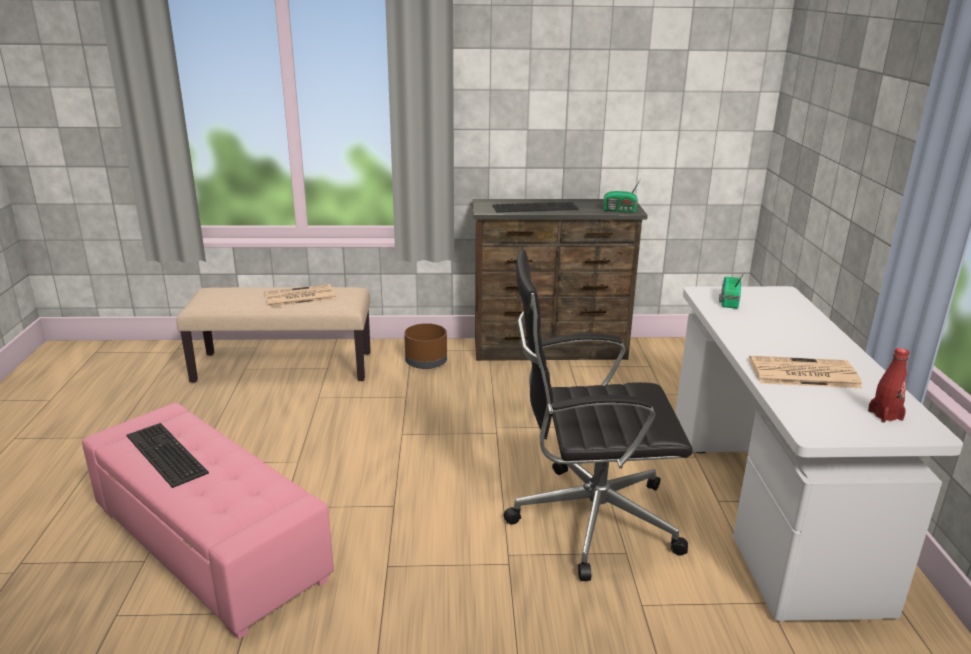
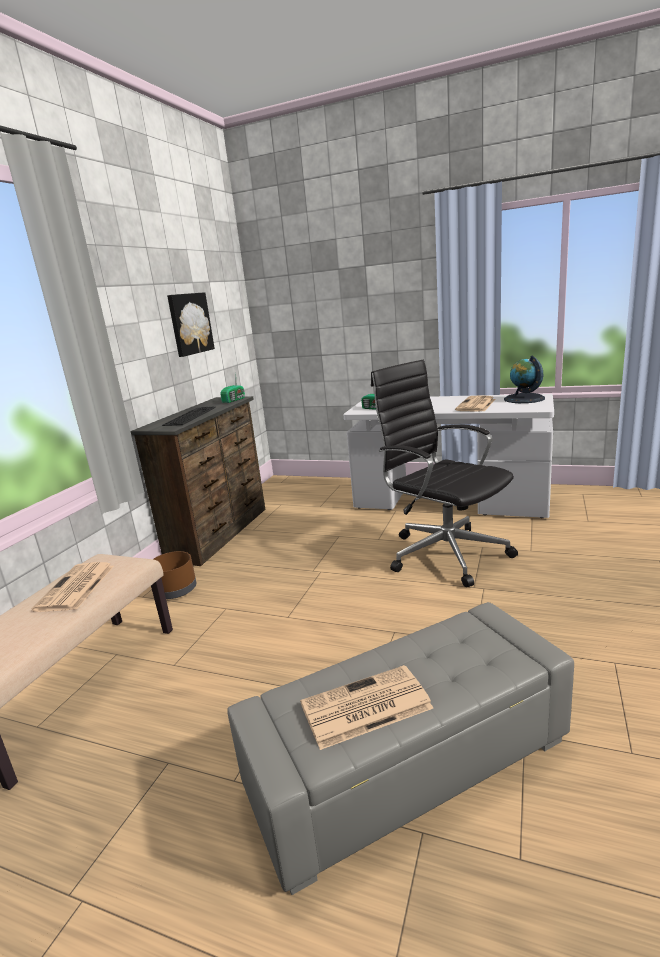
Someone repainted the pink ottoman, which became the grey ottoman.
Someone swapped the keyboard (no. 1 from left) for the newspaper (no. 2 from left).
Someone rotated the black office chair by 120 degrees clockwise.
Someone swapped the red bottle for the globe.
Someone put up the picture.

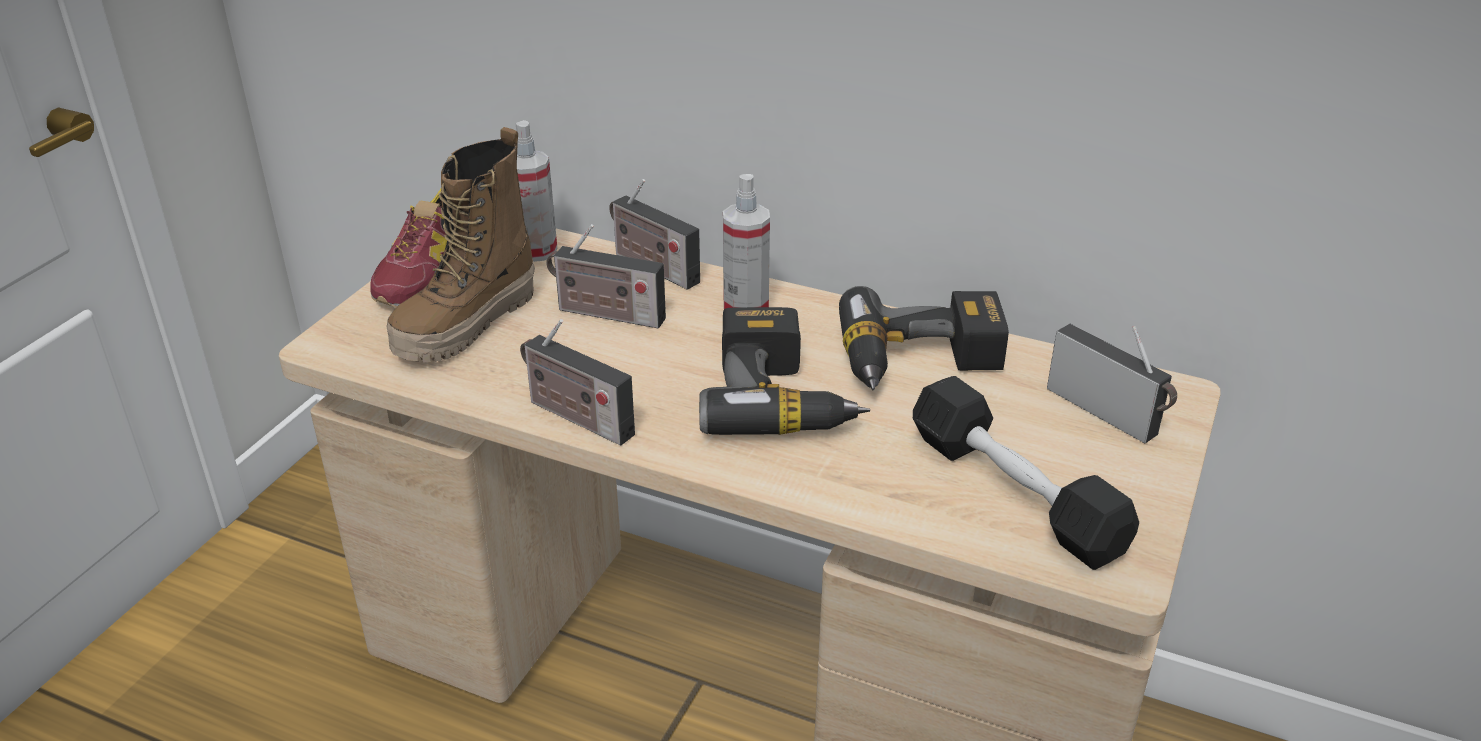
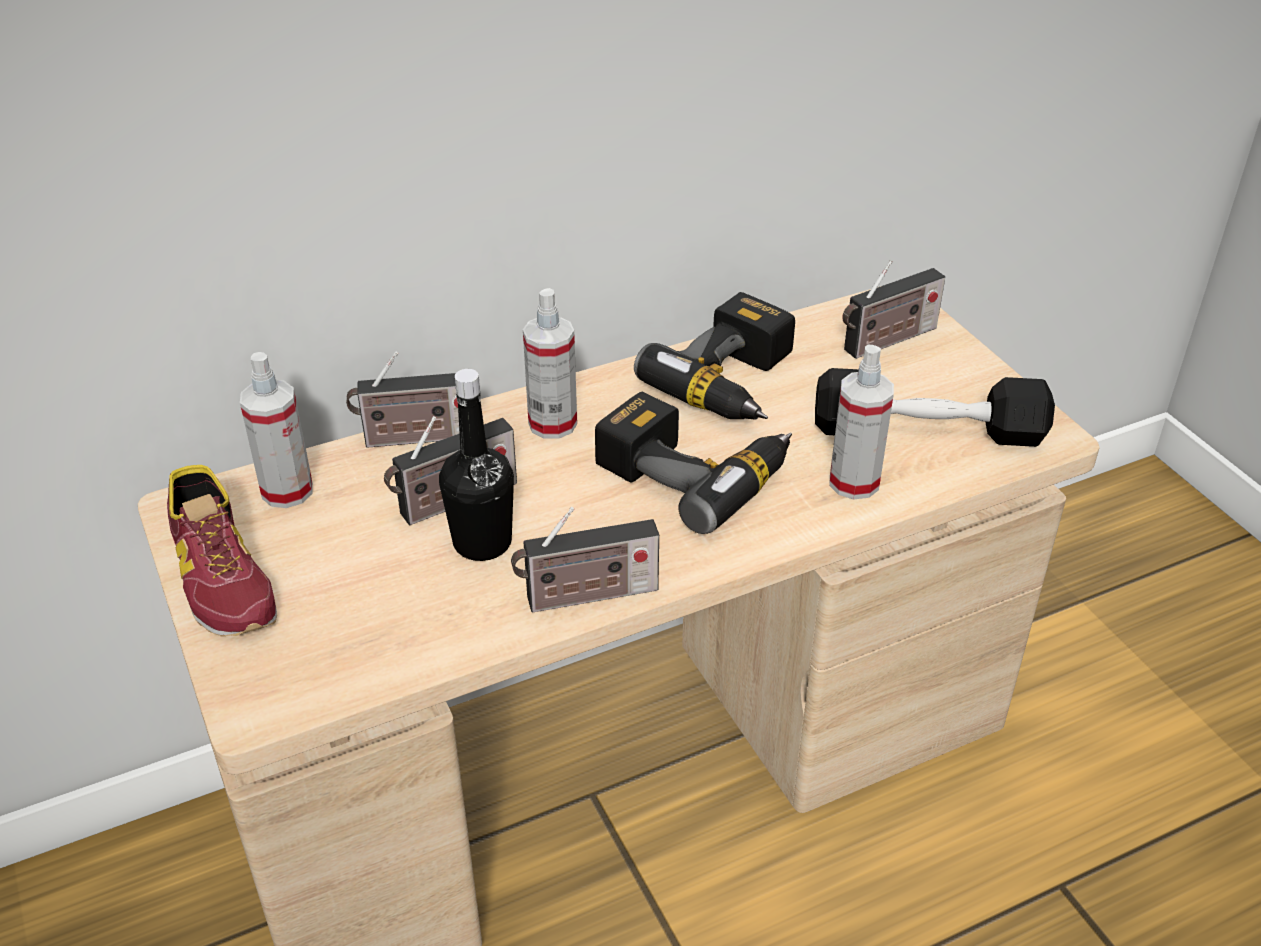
Someone took away the boot.
Someone rotated the radio (no. 4 from left) by 150 degrees clockwise.
Someone put down the black bottle.
Someone put down the spray bottle (no. 3 from left).

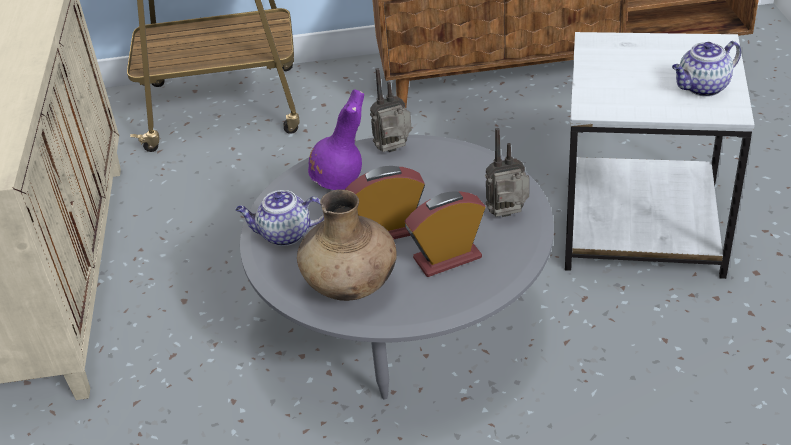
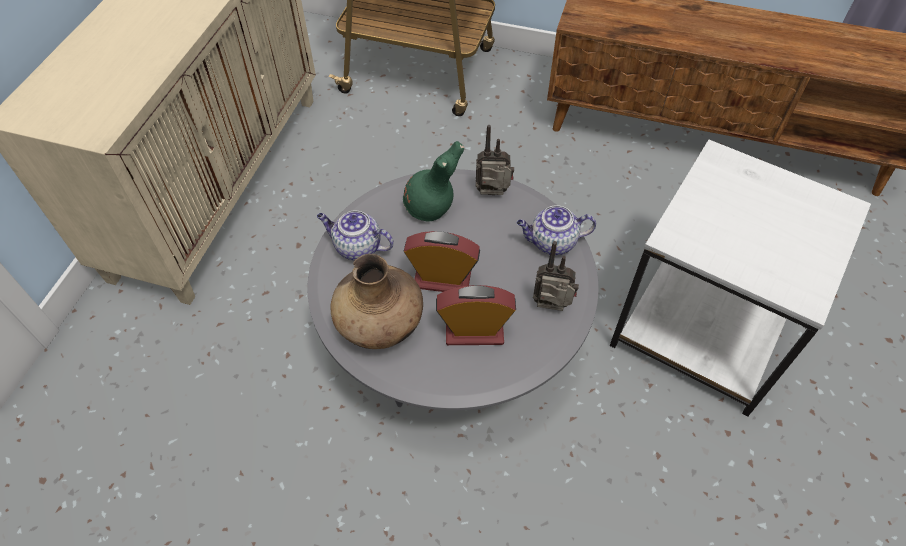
Someone repainted the purple vase, which became the green vase.
Someone carried the teapot (no. 2 from left).

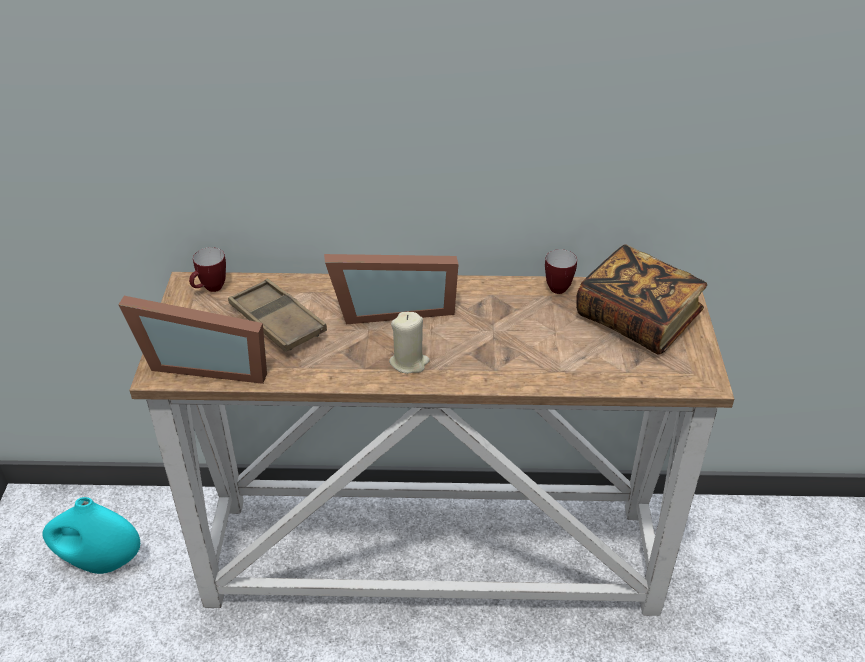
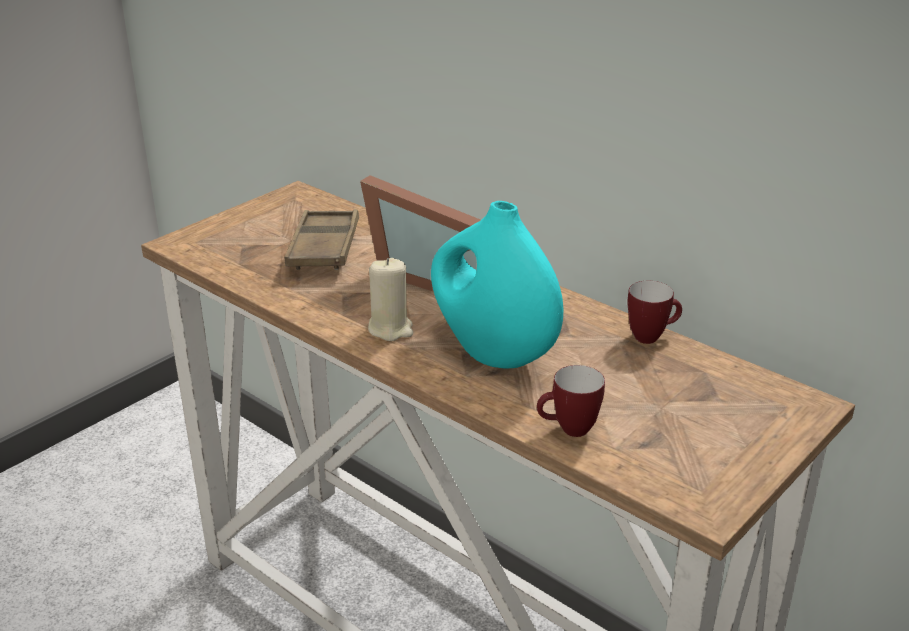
Someone carried the turquoise vase.
Someone took away the picture frame (no. 1 from left).
Someone carried the mug (no. 1 from left).
Someone took away the book.

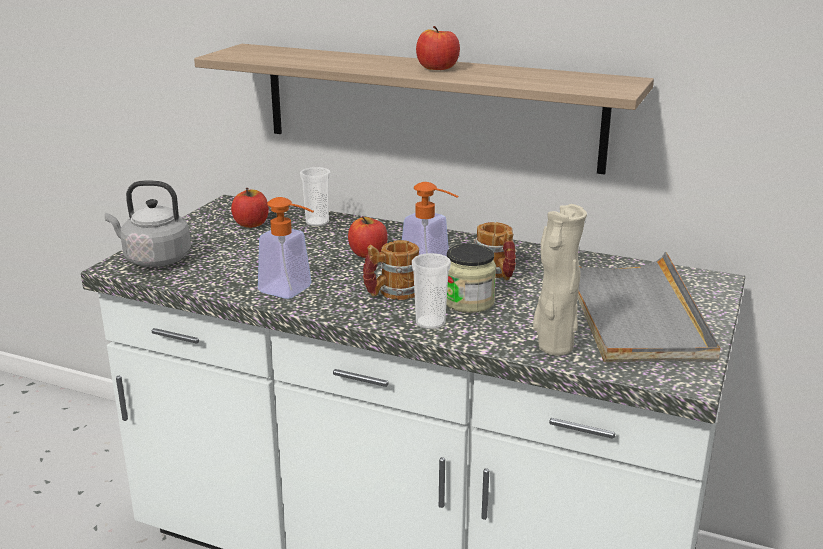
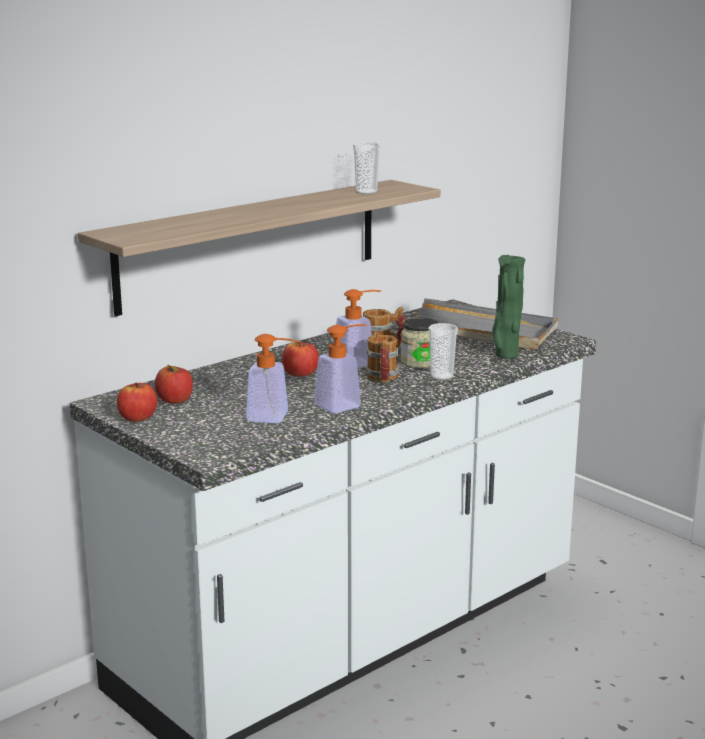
Someone took away the grey kettle.
Someone carried the cup (no. 1 from left).
Someone carried the apple (no. 3 from left in the first image).
Someone repainted the beige vase, which became the green vase.
Someone put down the soap dispenser (no. 1 from left).

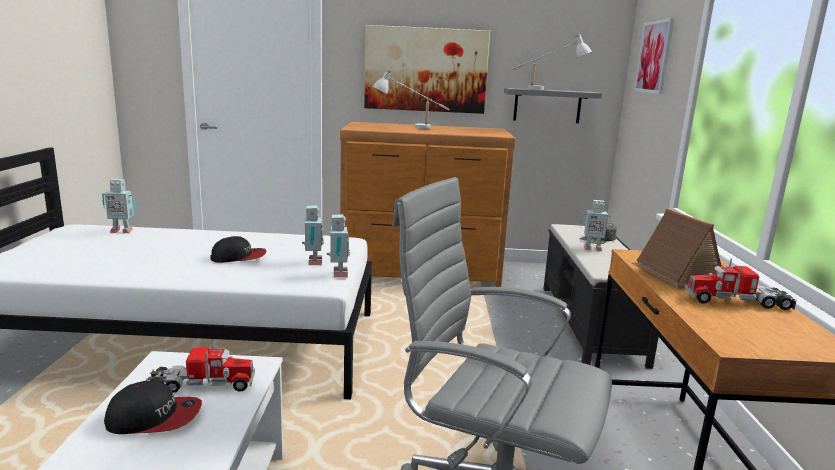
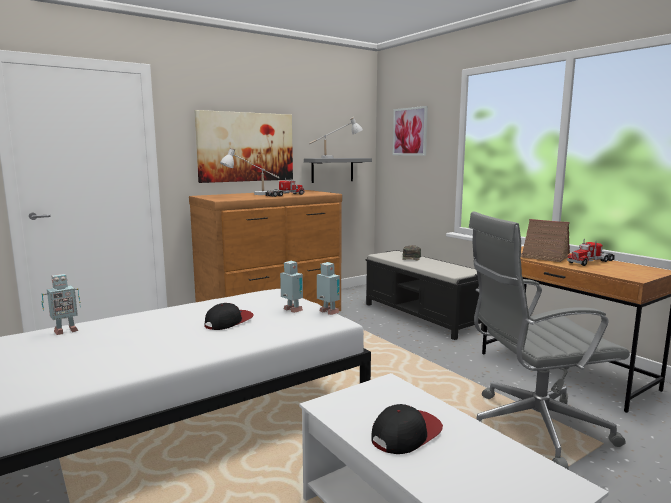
Someone carried the toy truck (no. 1 from left).
Someone took away the toy robot (no. 4 from left).

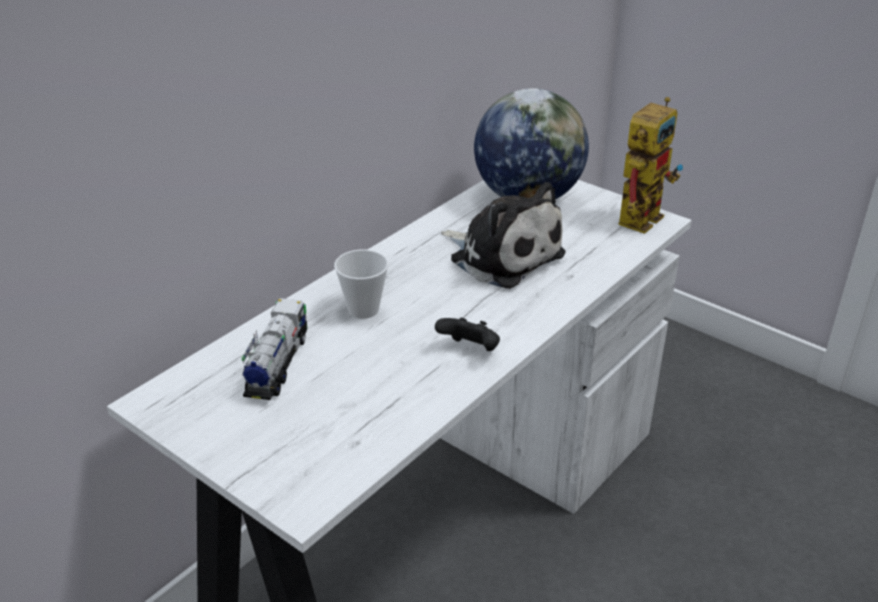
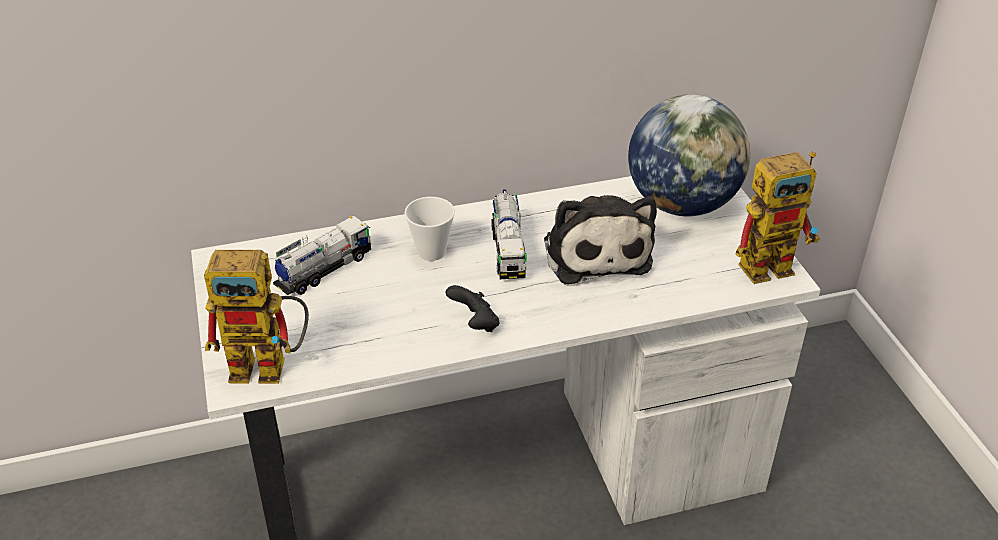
Someone put down the toy robot (no. 1 from left).
Someone put down the toy truck (no. 2 from left).

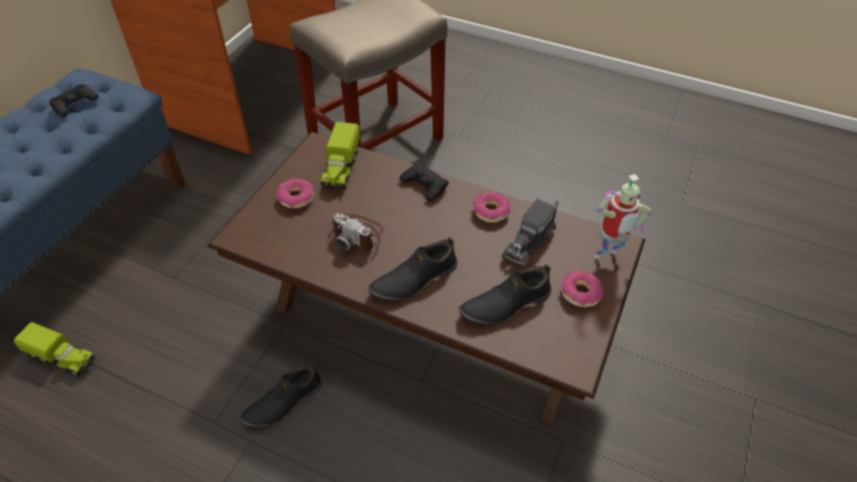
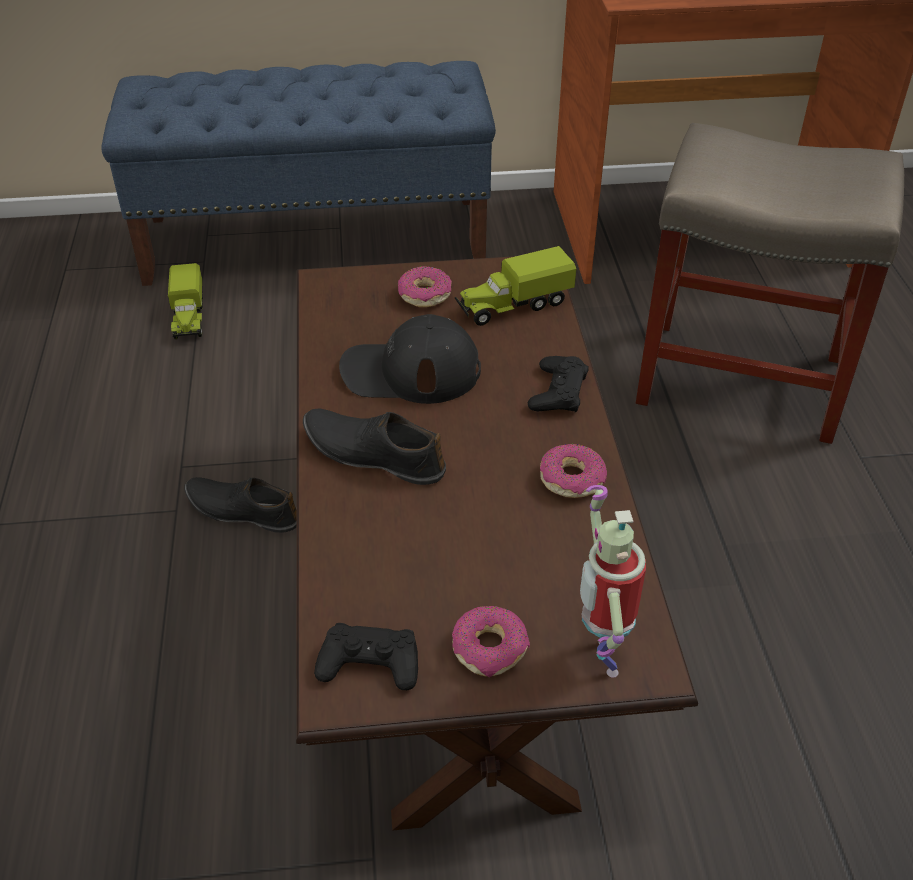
Someone carried the black game controller (no. 1 from left).
Someone swapped the photo camera for the black cap.
Someone took away the black shoe (no. 3 from left).
Someone took away the toy truck (no. 3 from left).
Someone rotated the toy robot by 45 degrees clockwise.

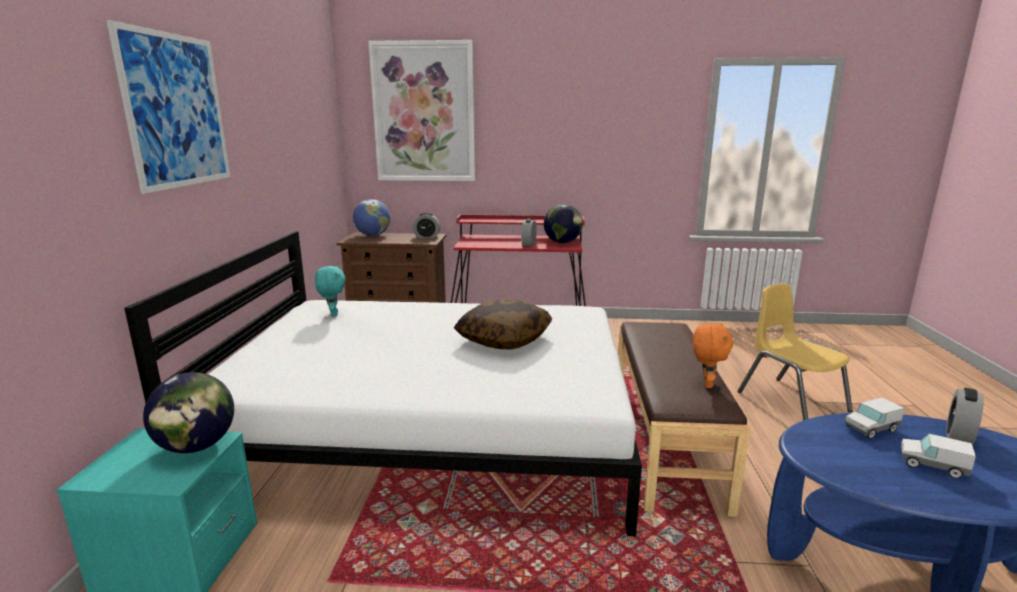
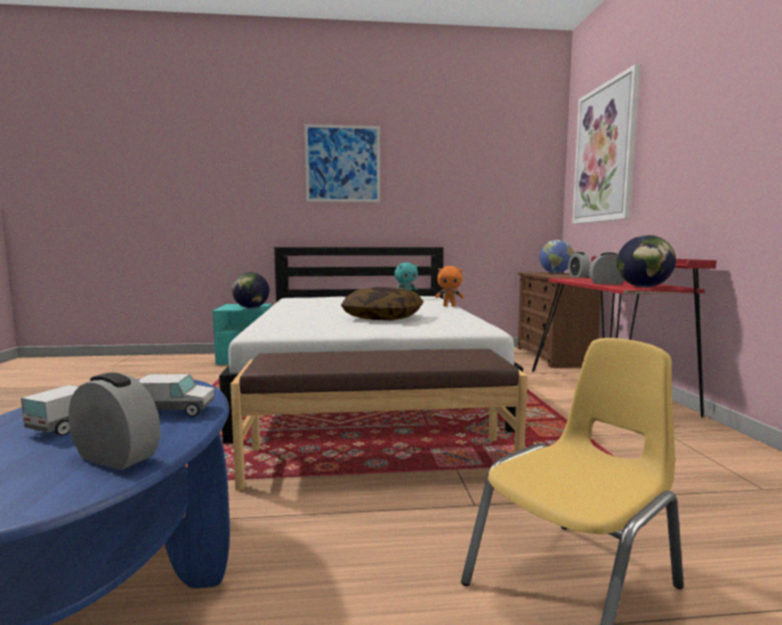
Someone carried the orange plush toy.
Someone rotated the toy truck (no. 1 from left in the first image) by 120 degrees clockwise.

